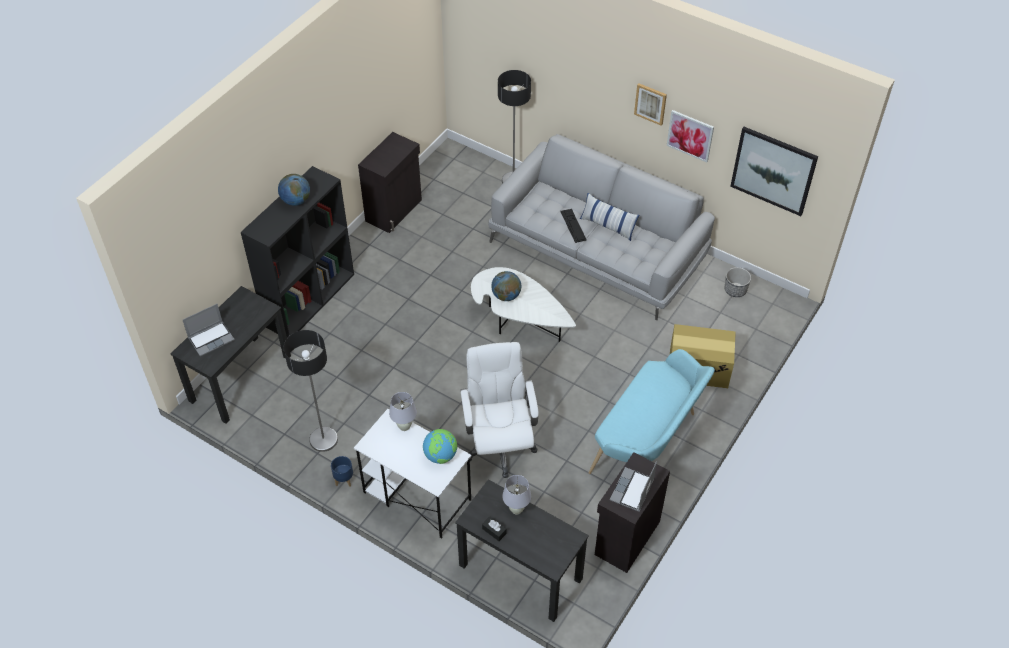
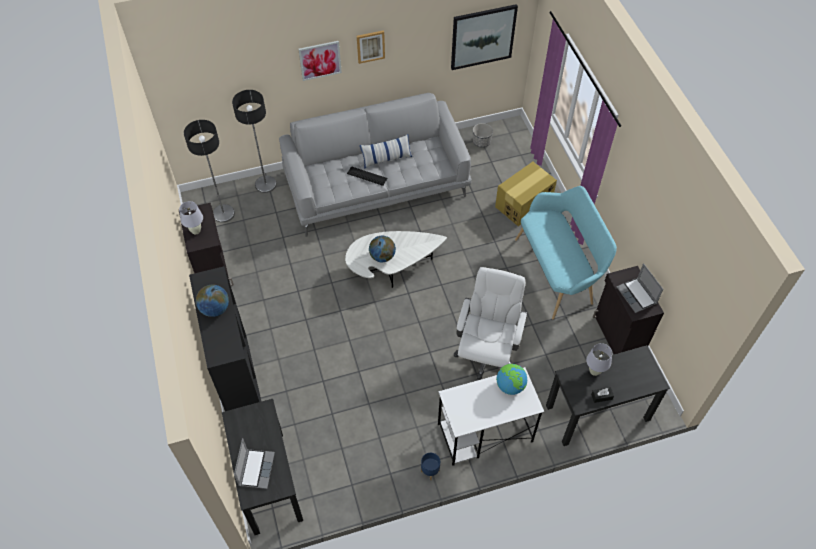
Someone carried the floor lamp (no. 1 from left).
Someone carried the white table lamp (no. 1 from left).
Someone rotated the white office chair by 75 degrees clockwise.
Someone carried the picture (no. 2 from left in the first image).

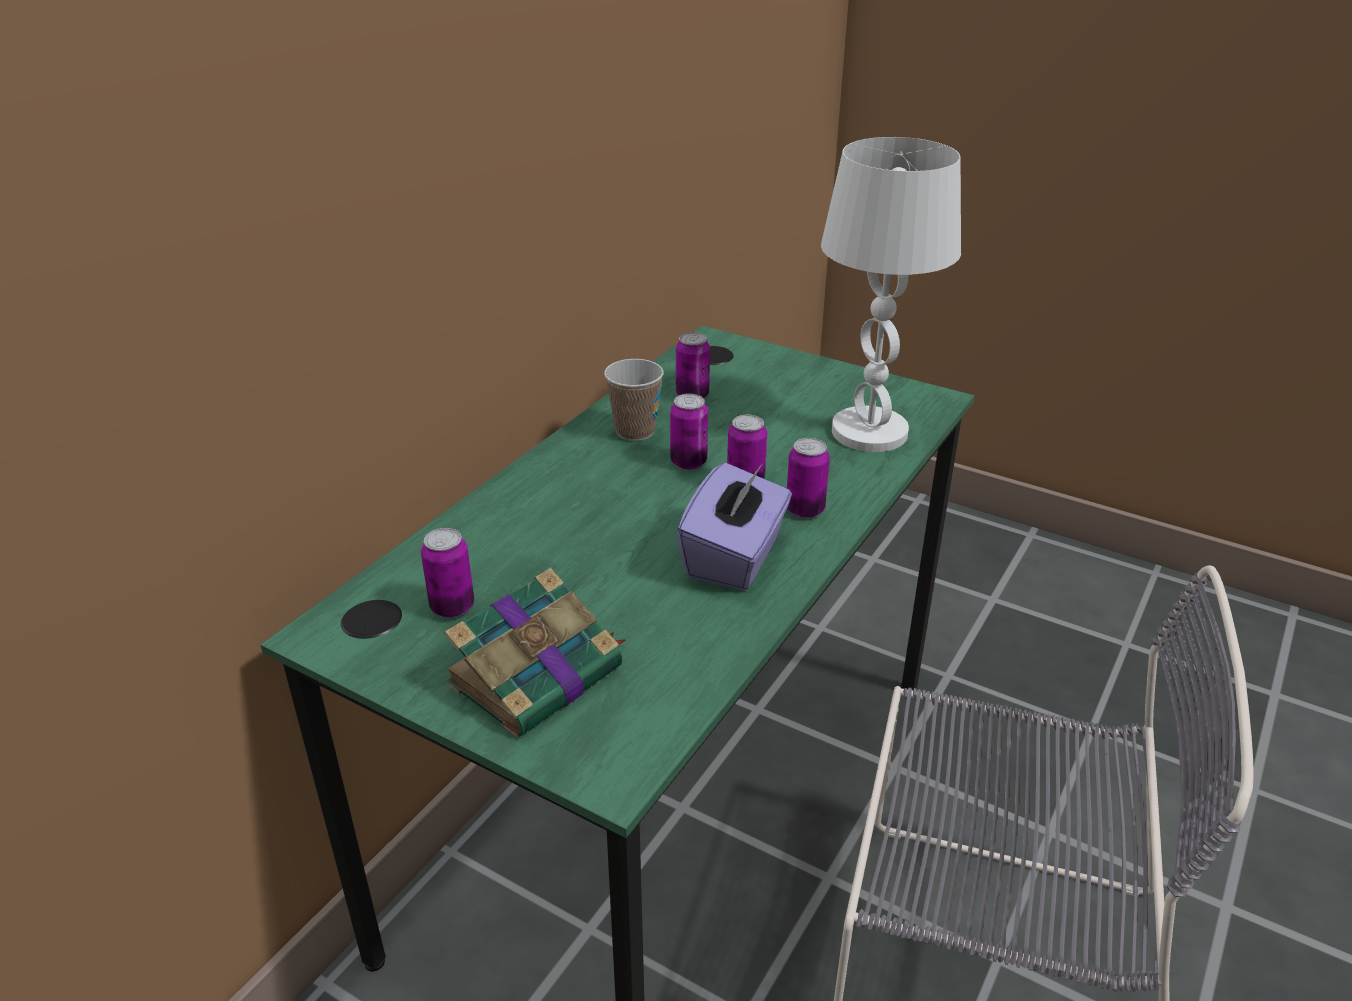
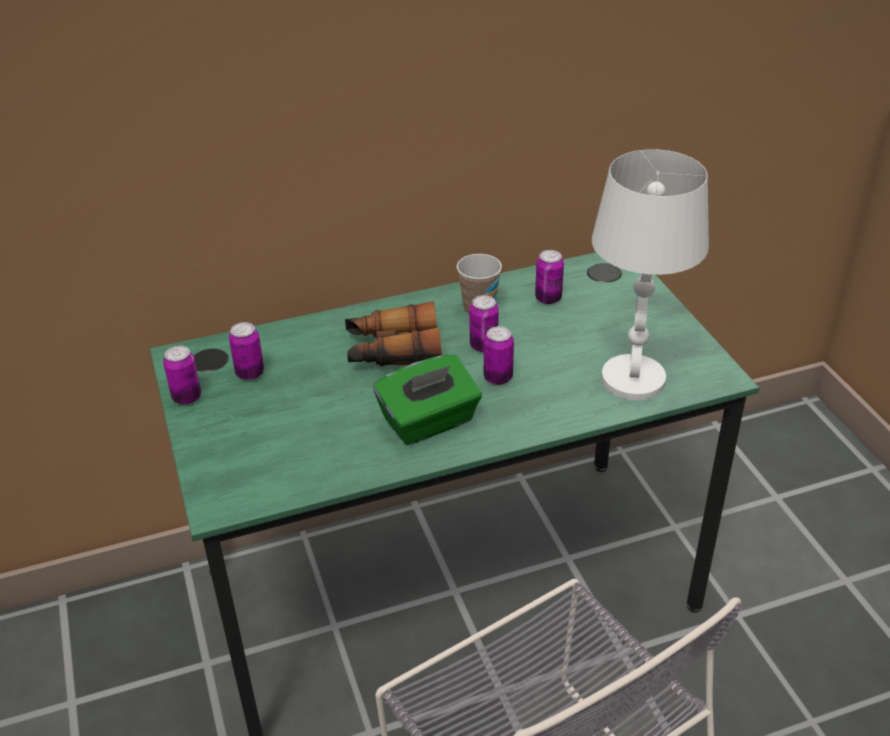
Someone took away the book.
Someone repainted the purple tissue box, which became the green tissue box.
Someone carried the can (no. 5 from left in the first image).
Someone put down the binoculars.

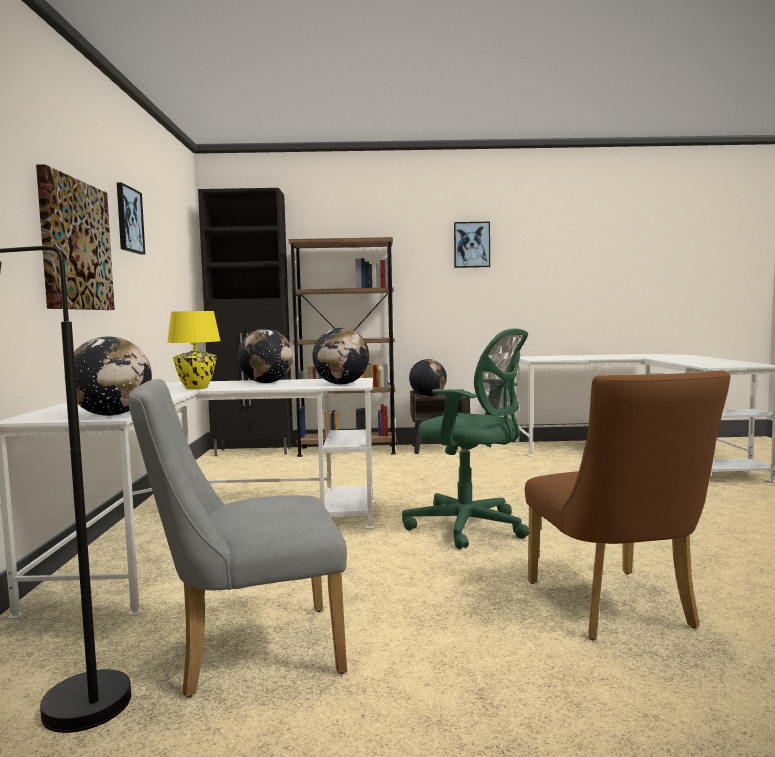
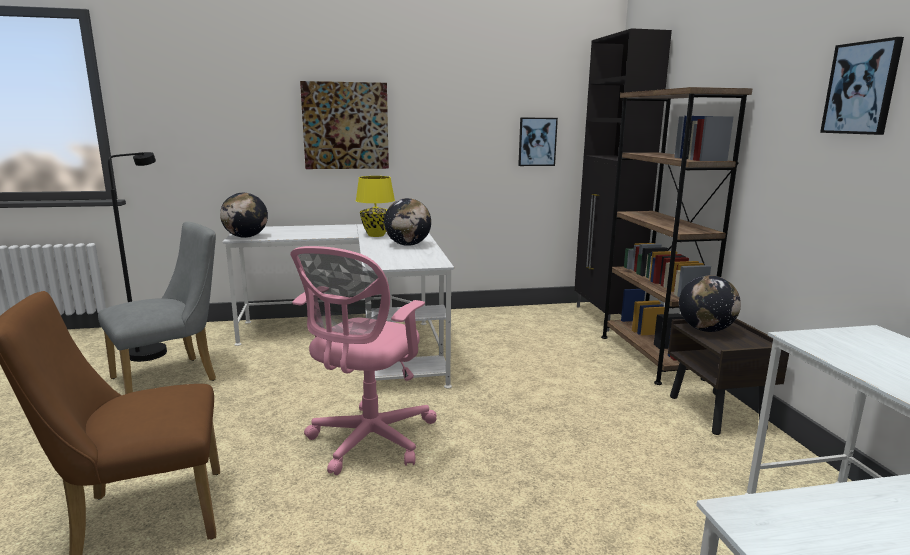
Someone carried the picture (no. 2 from left).
Someone rotated the grey chair by 75 degrees clockwise.
Someone took away the globe (no. 3 from left).
Someone repainted the green office chair, which became the pink office chair.

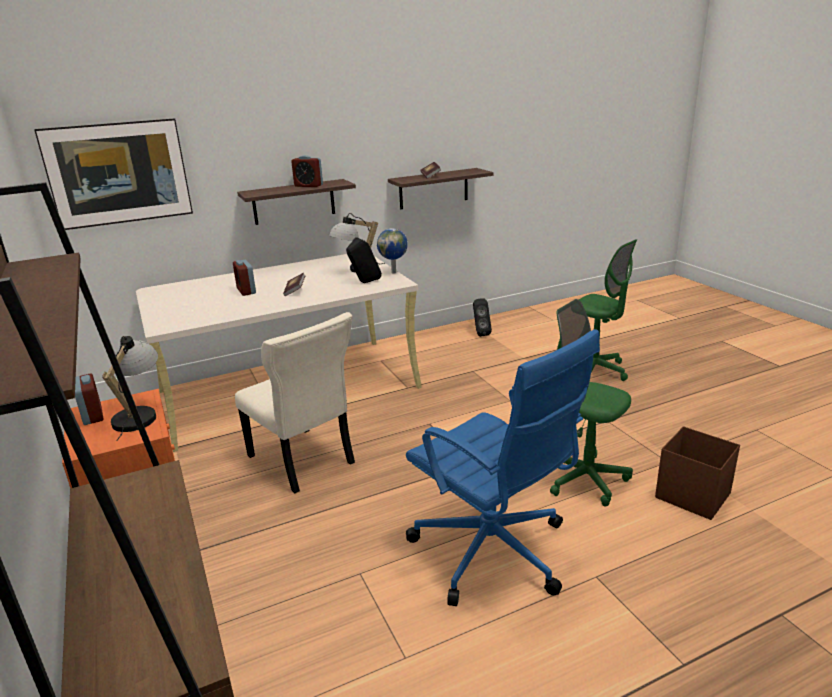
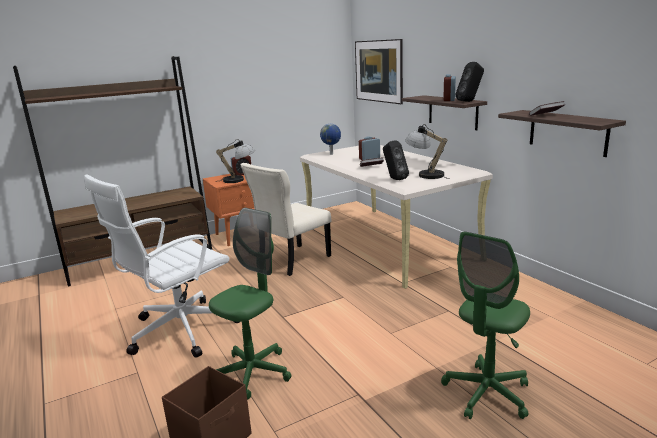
Someone carried the globe.
Someone repainted the blue office chair, which became the white office chair.
Someone carried the black speaker (no. 2 from left).

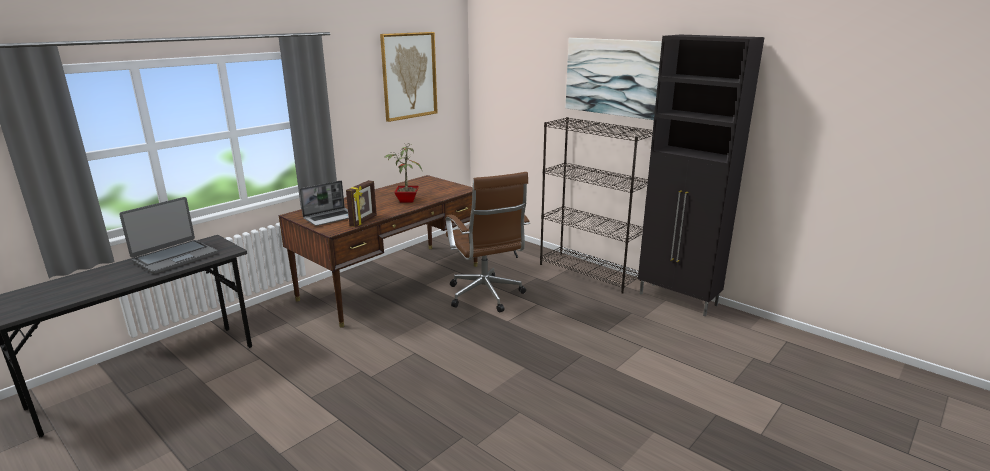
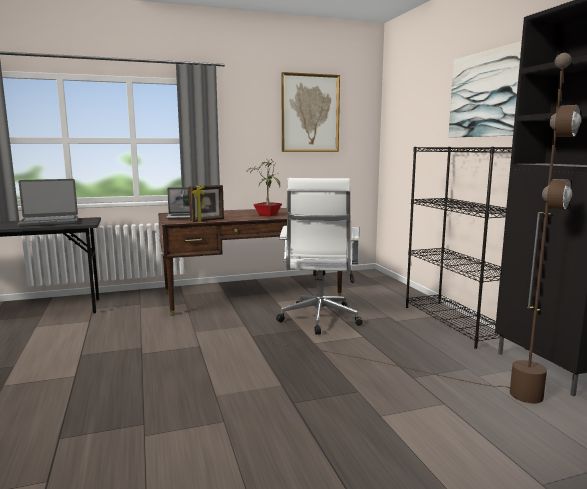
Someone repainted the brown office chair, which became the white office chair.
Someone put down the brown floor lamp.

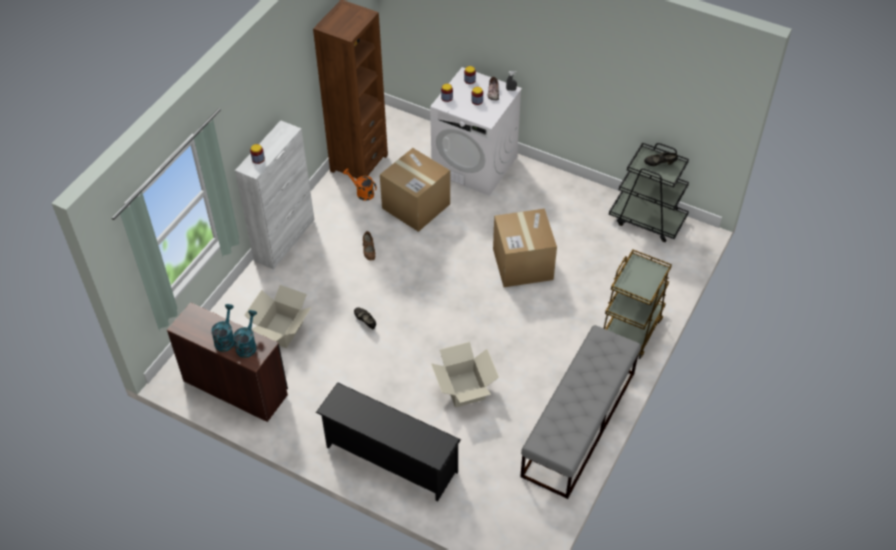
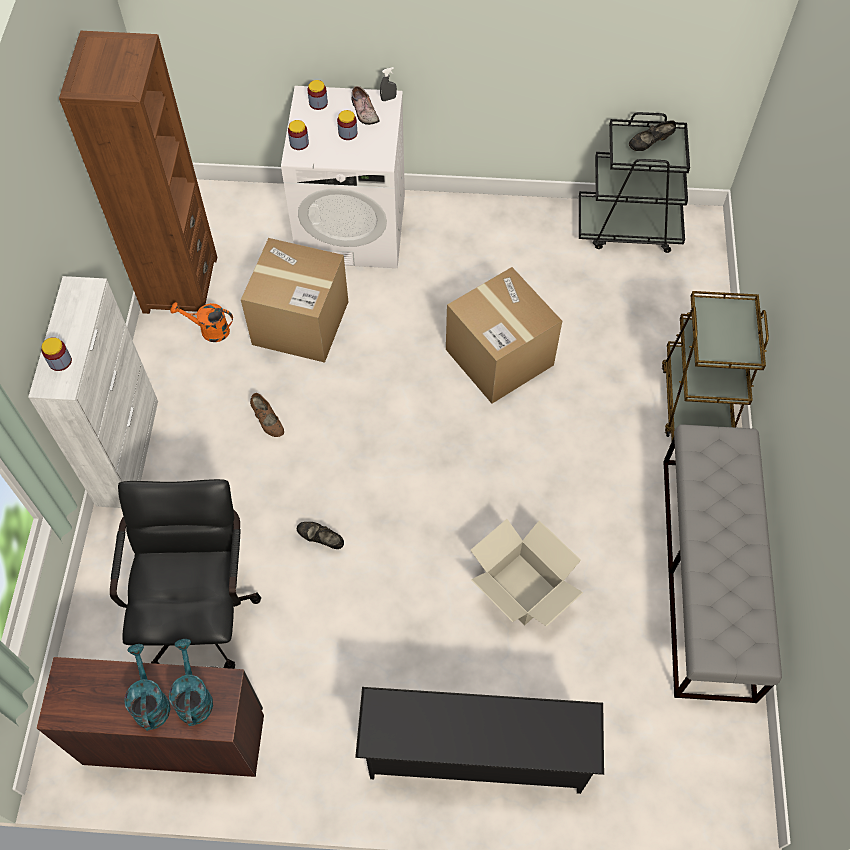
Someone swapped the cardboard box (no. 1 from left) for the black office chair.

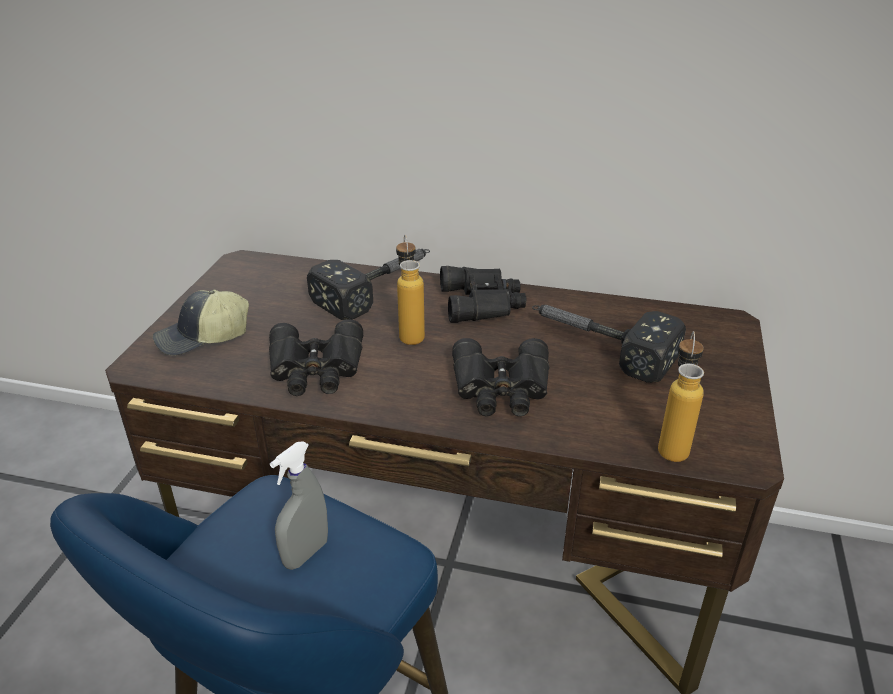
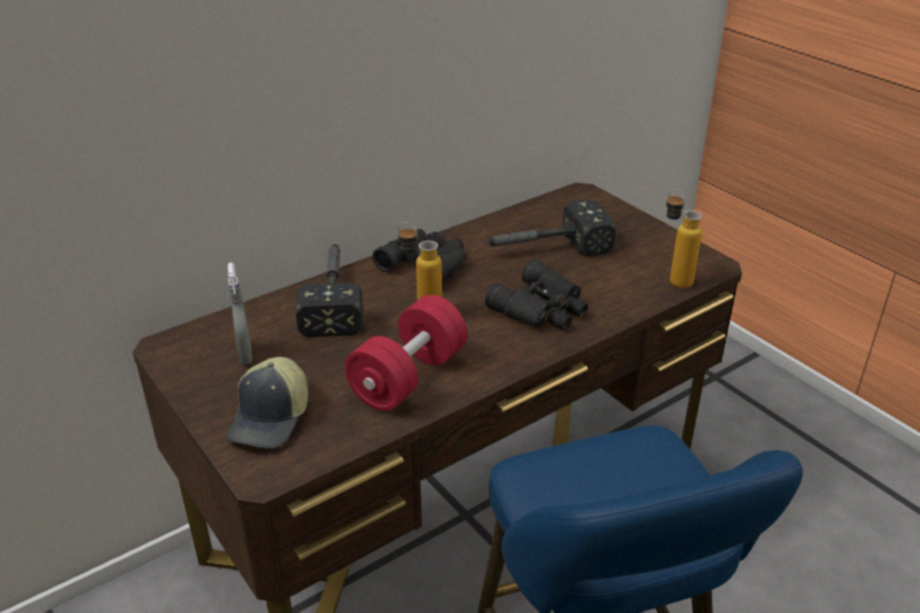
Someone swapped the black binoculars (no. 1 from left) for the red dumbbell.
Someone carried the grey spray bottle.

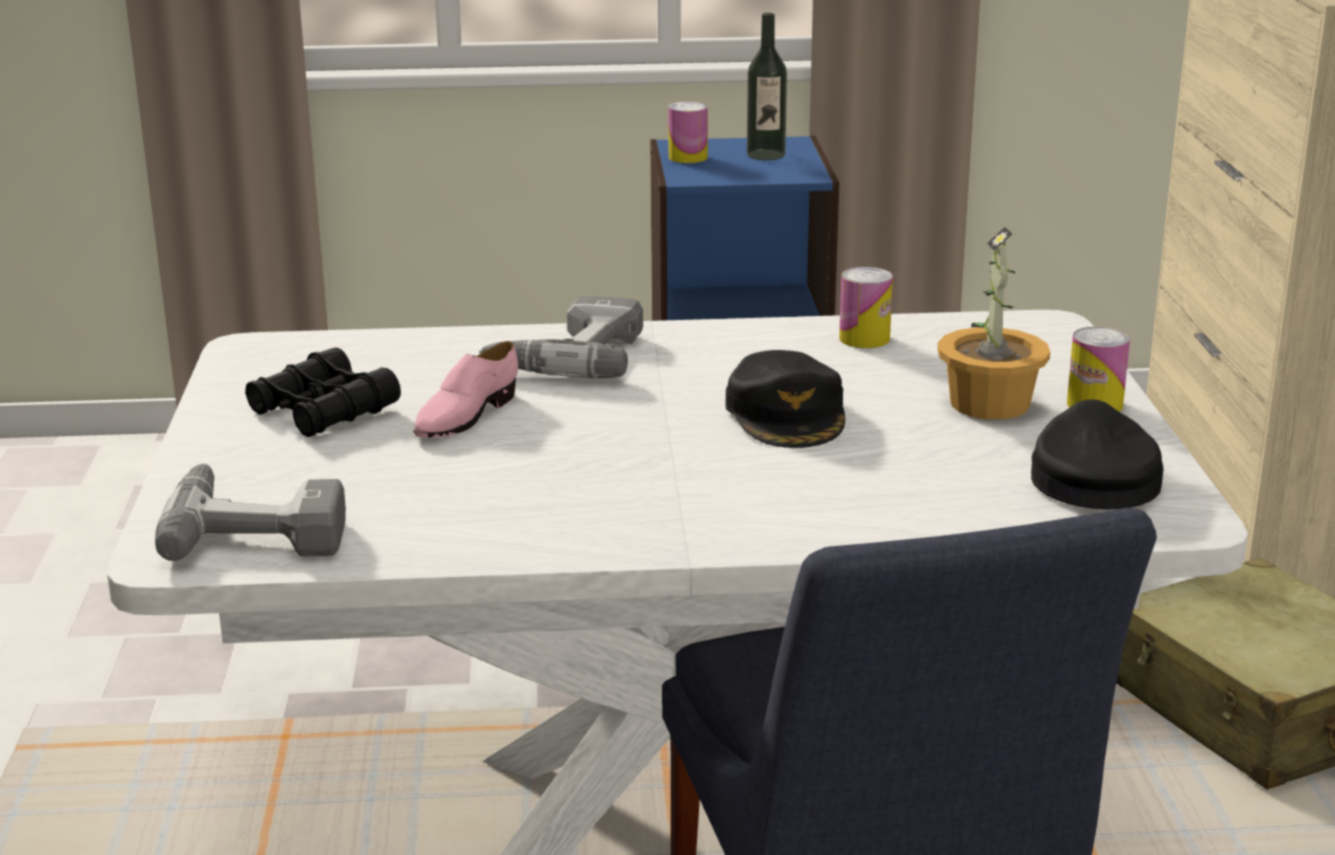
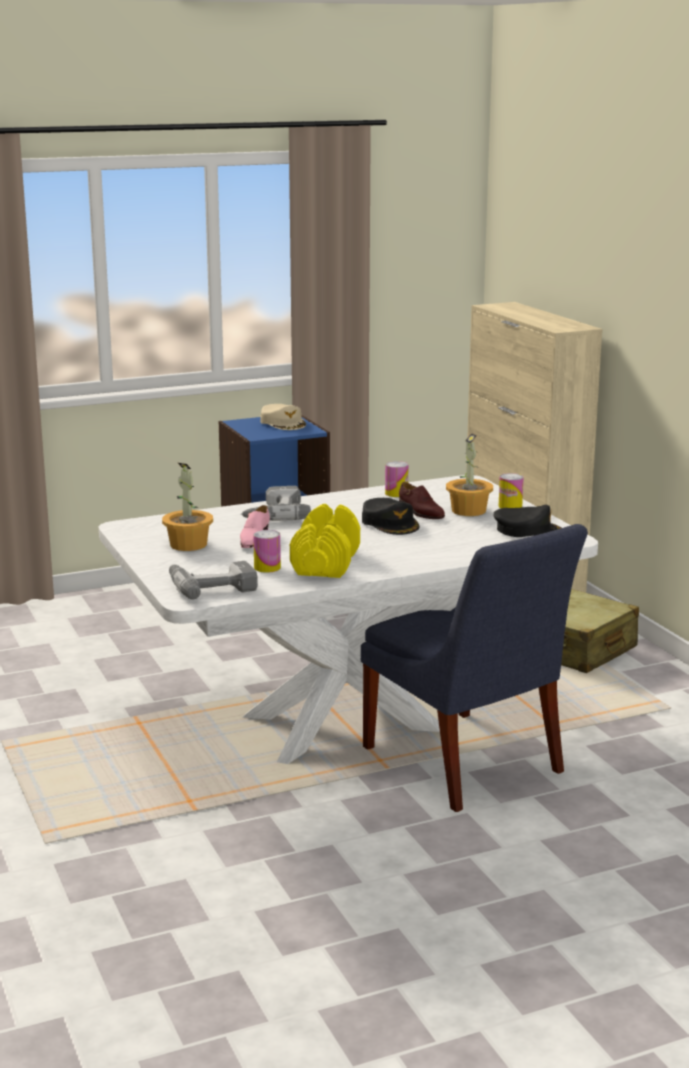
Someone swapped the black binoculars for the potted plant (no. 1 from left).
Someone carried the can (no. 1 from left).
Someone swapped the bottle for the beige cap.
Someone rotated the black cap (no. 2 from left) by 120 degrees clockwise.
Someone put down the yellow dumbbell.
Someone put down the brown shoe.

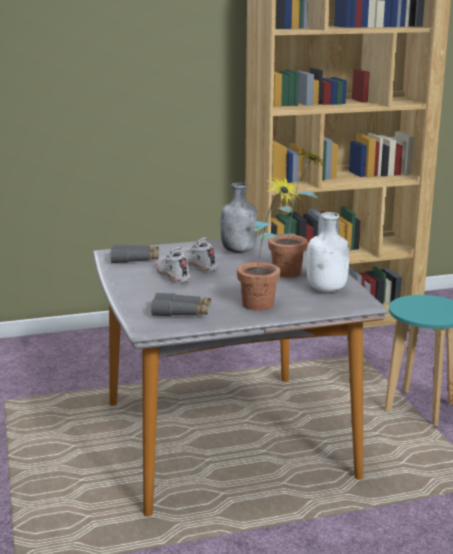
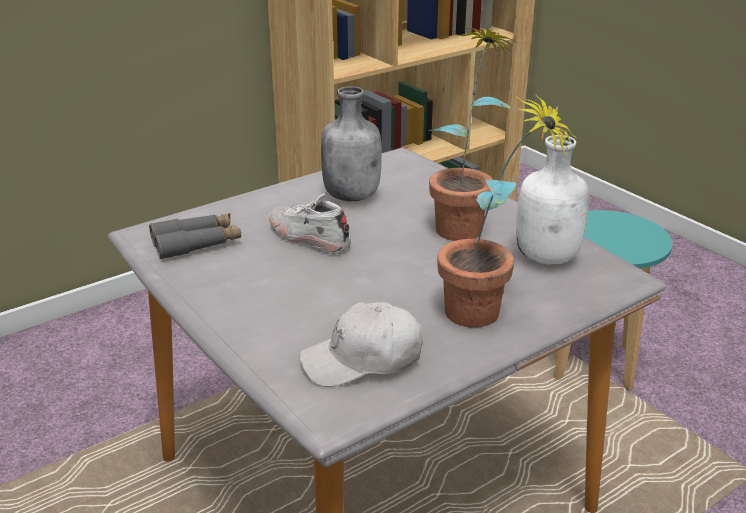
Someone swapped the grey binoculars (no. 2 from left) for the white cap.
Someone took away the white shoe (no. 1 from left).

